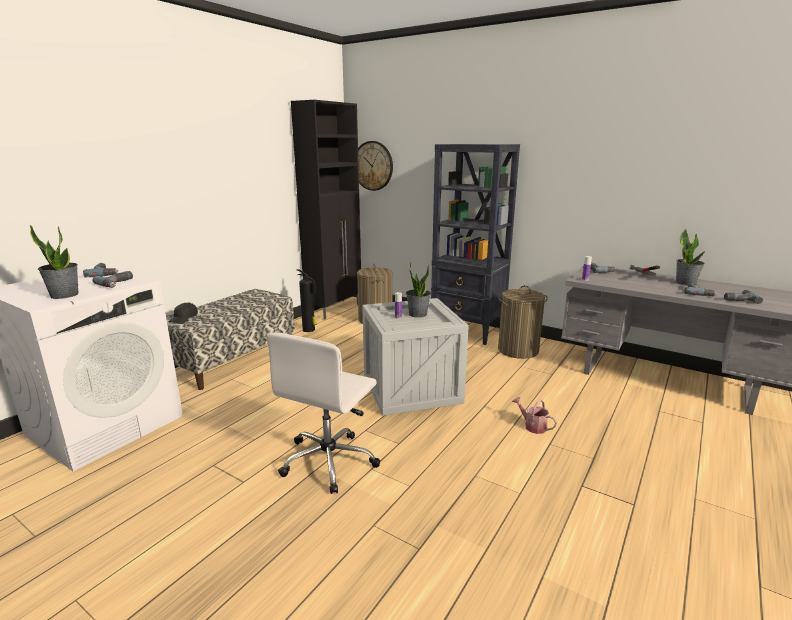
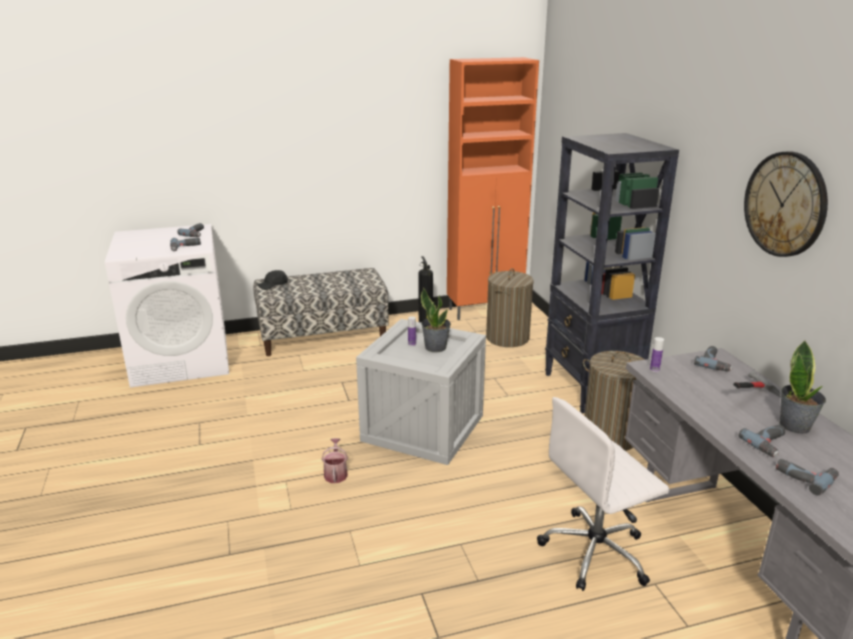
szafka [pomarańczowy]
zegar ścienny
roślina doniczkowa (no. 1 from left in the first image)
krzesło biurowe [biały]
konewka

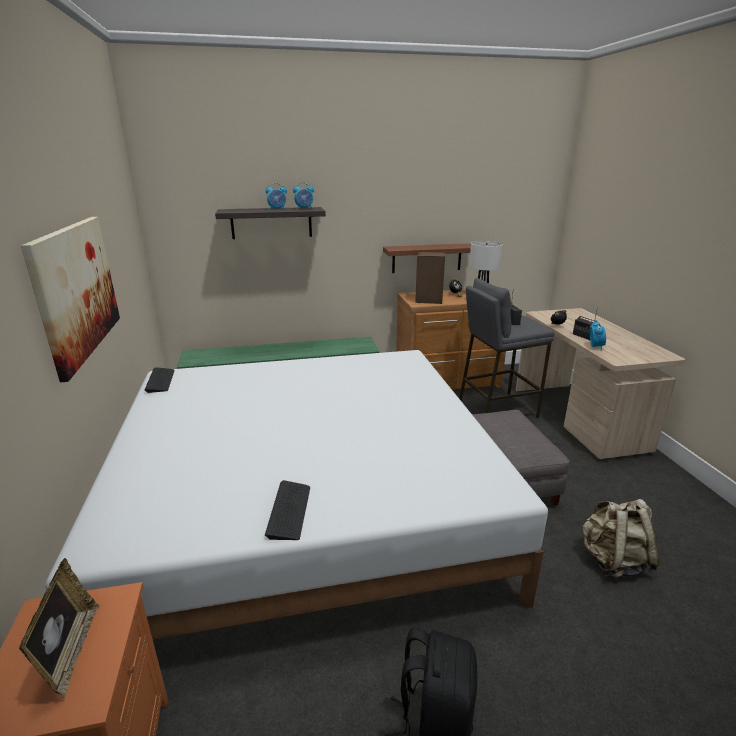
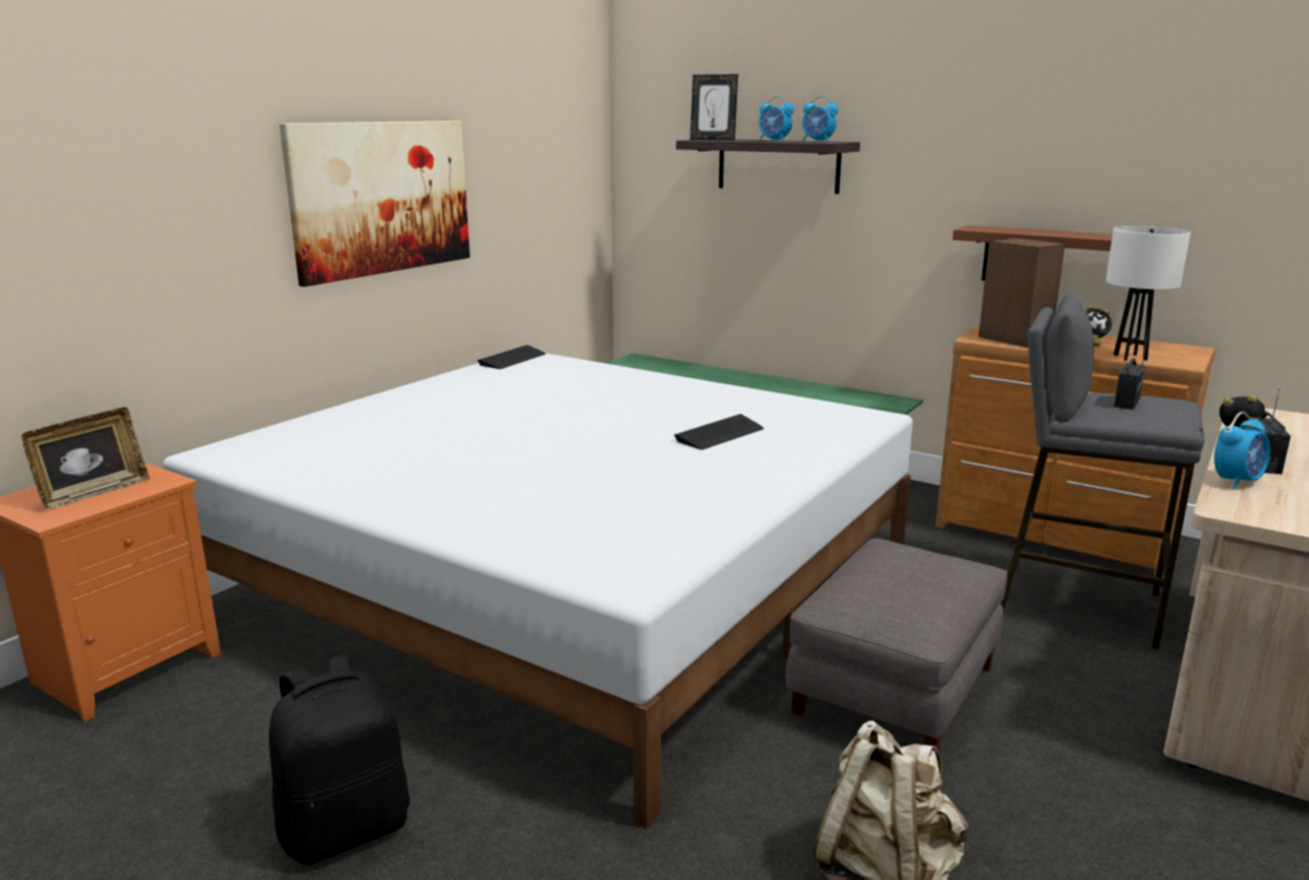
klawiatura (no. 2 from left)
ramka na zdjęcie (no. 2 from left)

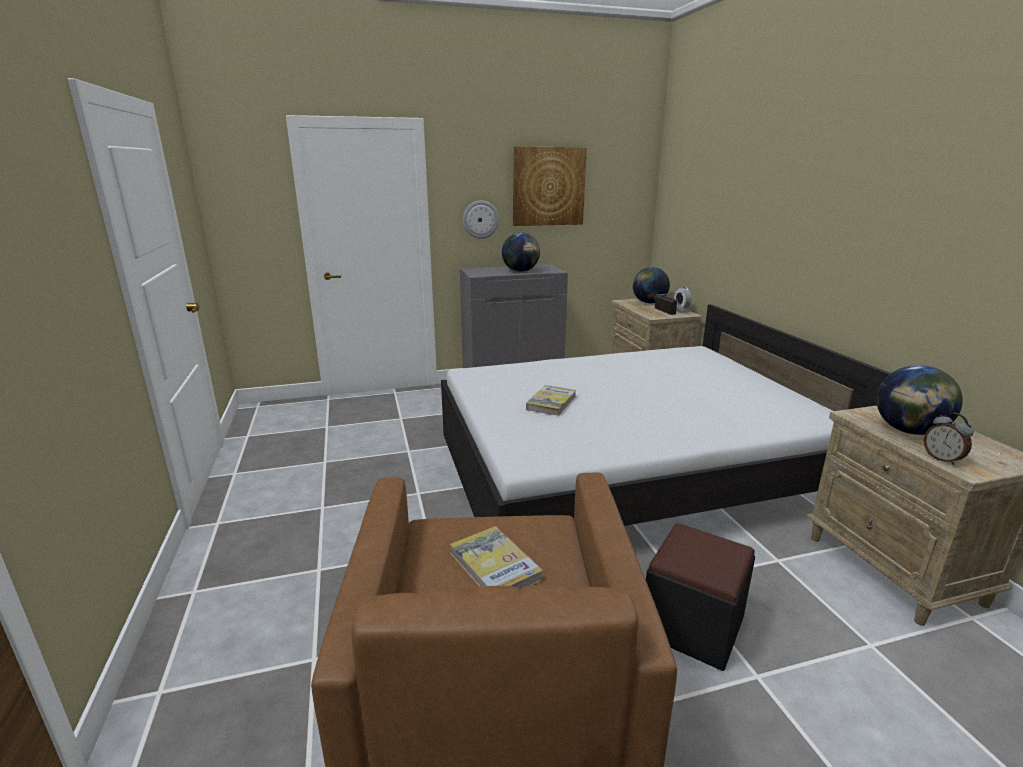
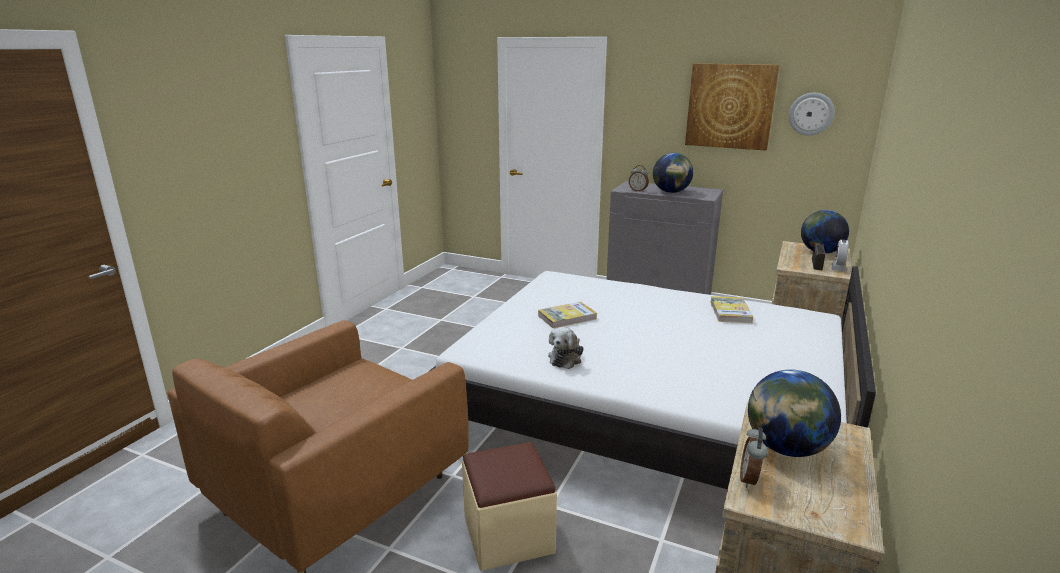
zegar ścienny
pufa [beżowy]
książka (no. 2 from left)
budzik (no. 1 from left)
pluszak

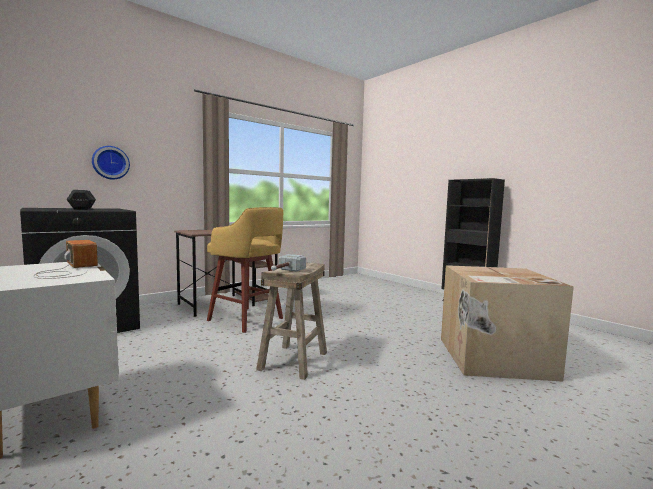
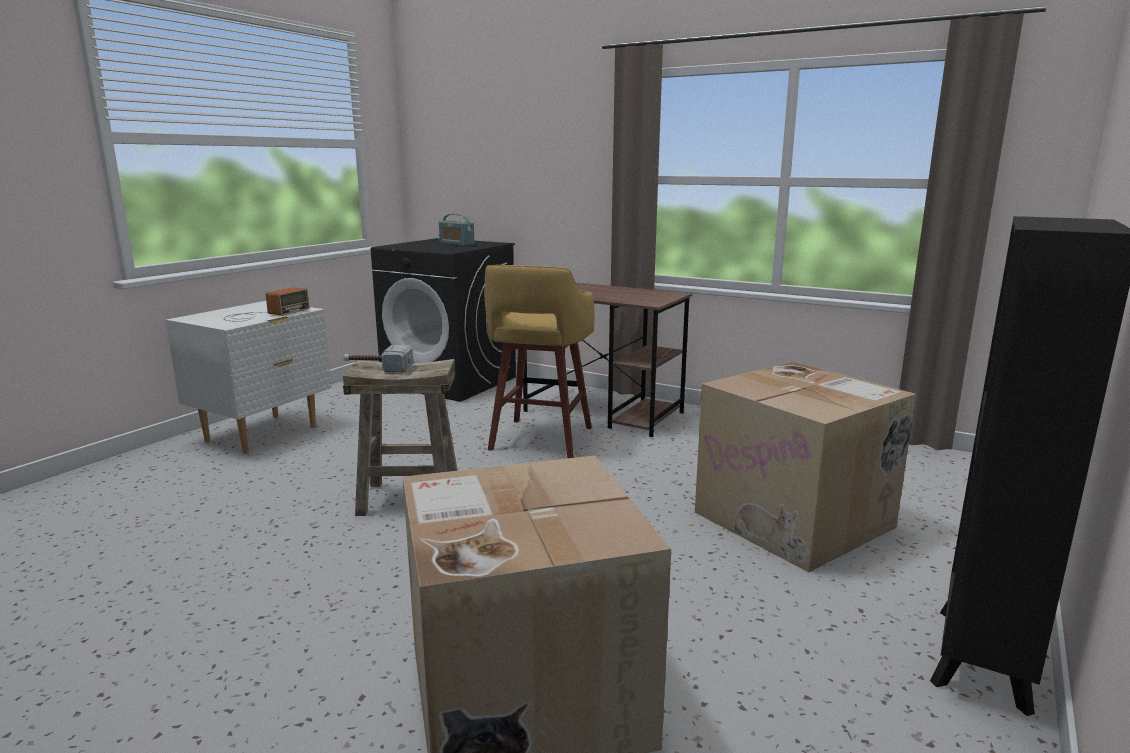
zegar ścienny
radio (no. 2 from left)
karton (no. 2 from left)

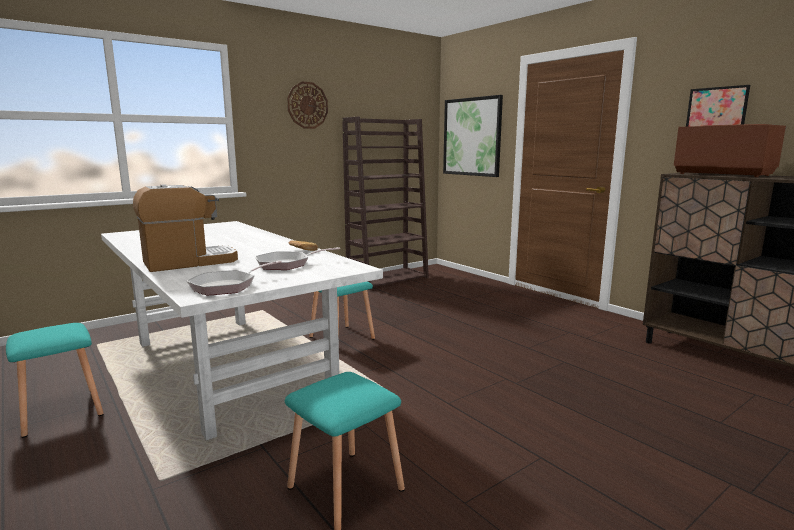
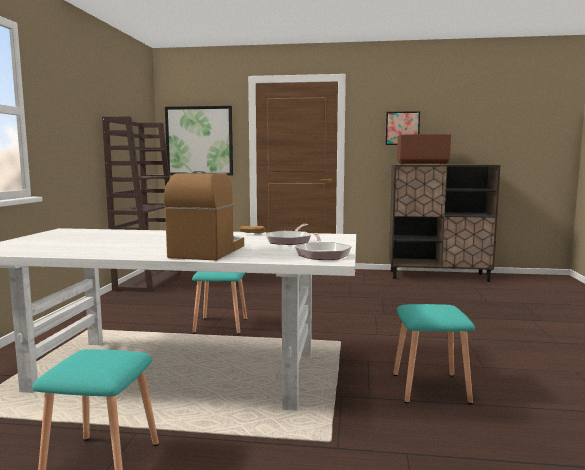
zegar ścienny

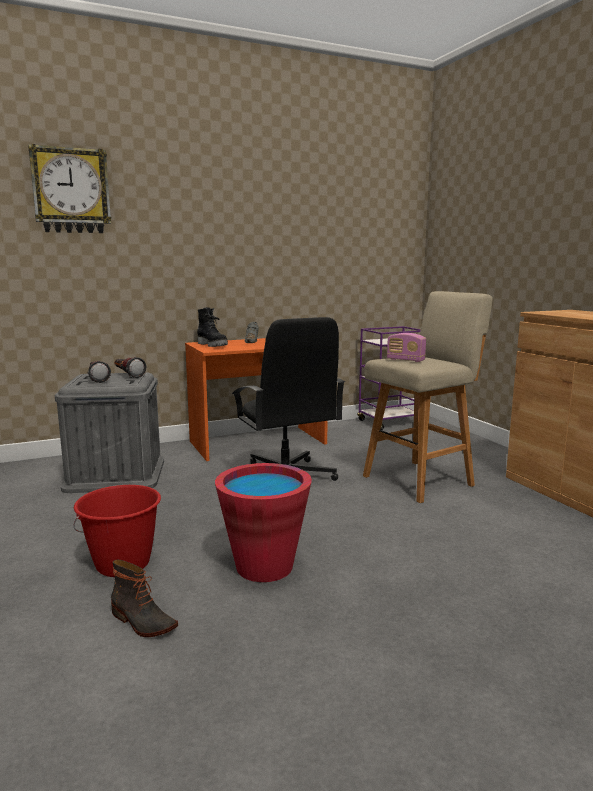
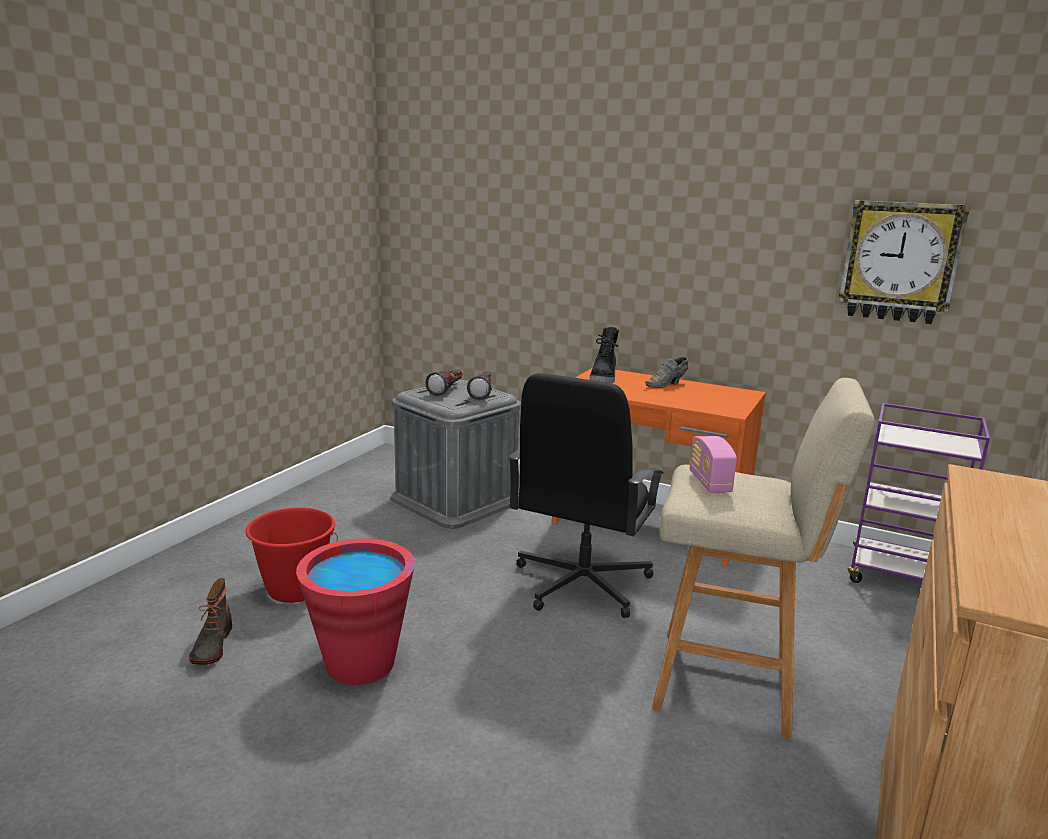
zegar ścienny

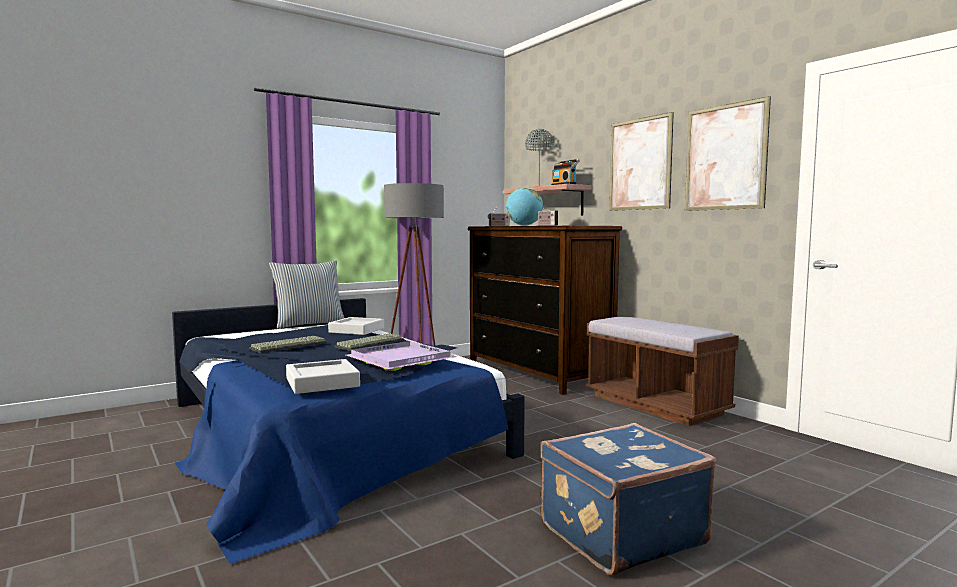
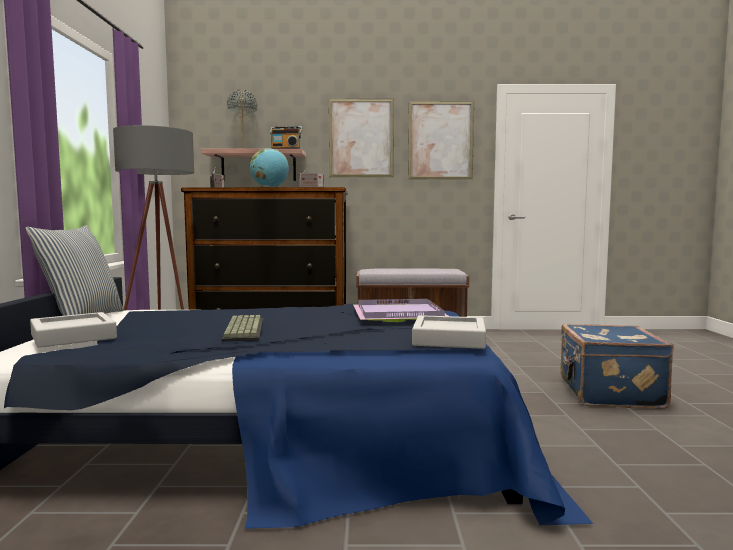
taca [szary] (no. 1 from left)
klawiatura (no. 2 from left in the first image)

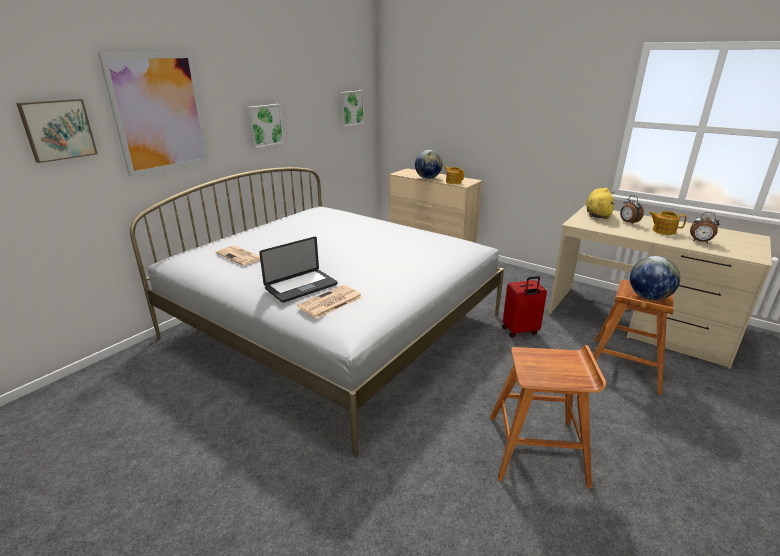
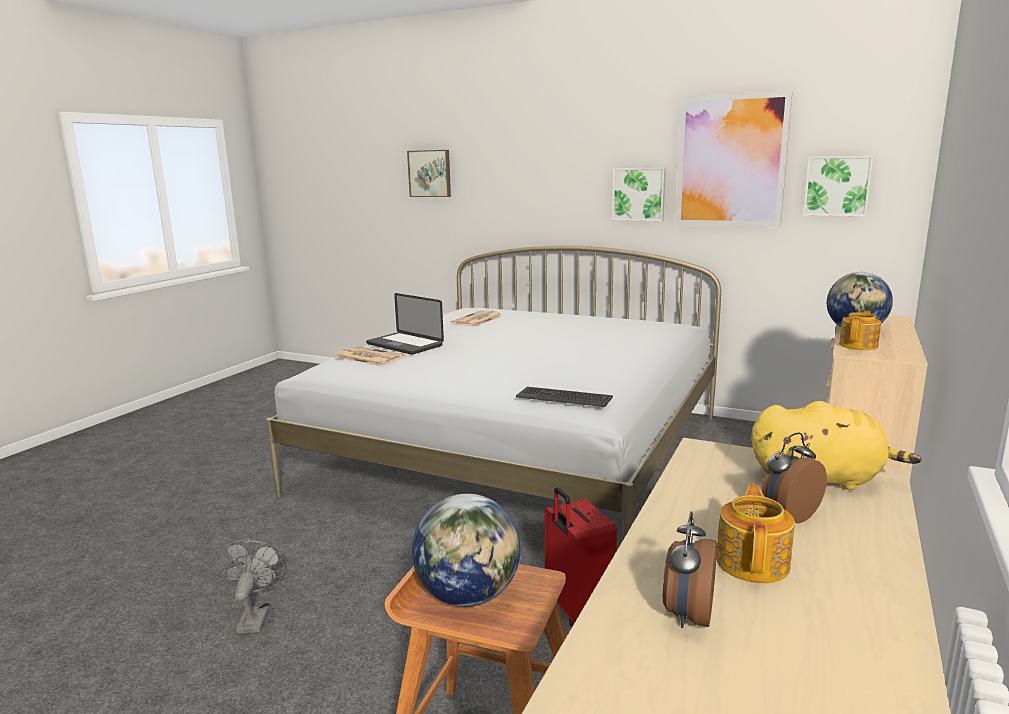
obraz (no. 3 from left)
wentylator [szary]
klawiatura

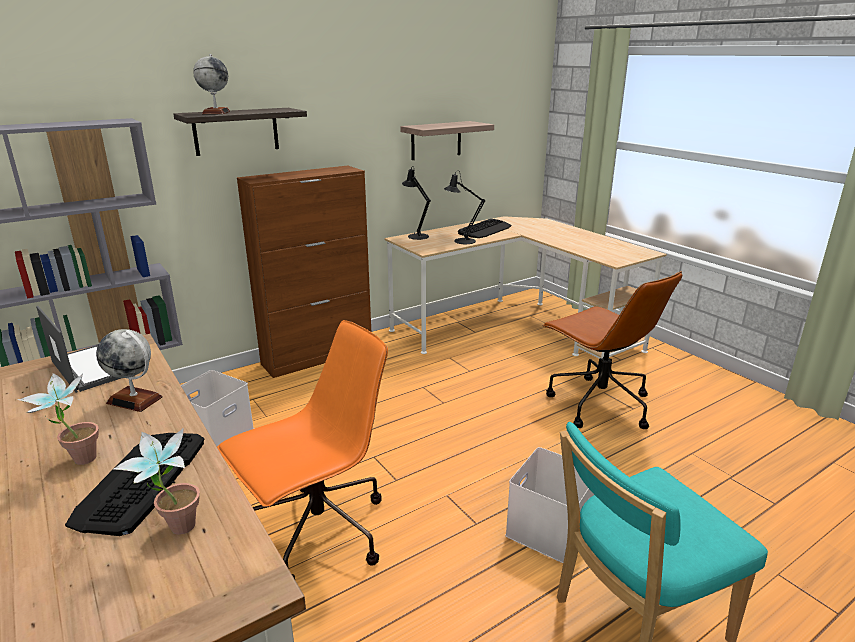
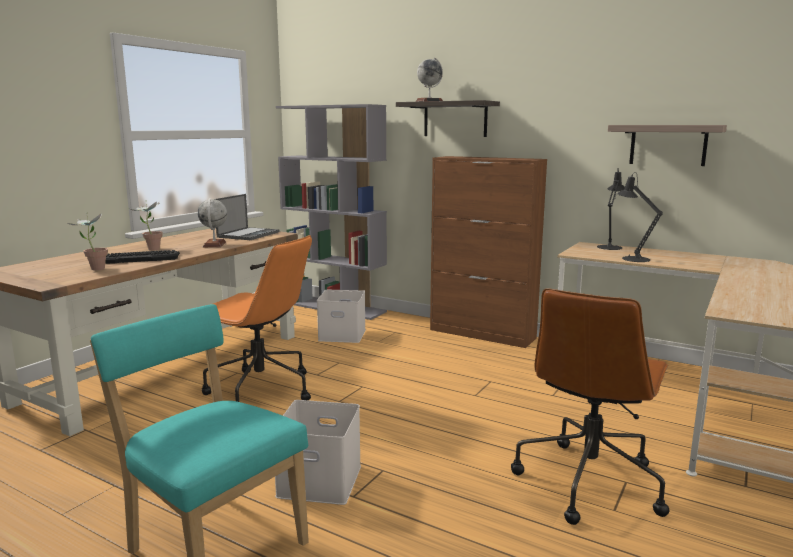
klawiatura (no. 2 from left in the first image)

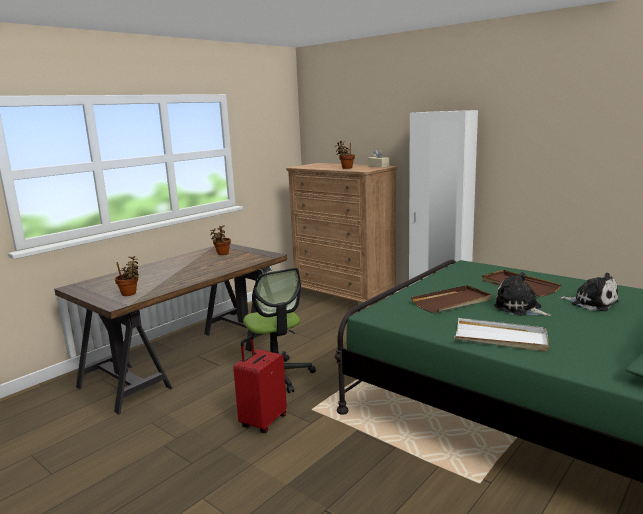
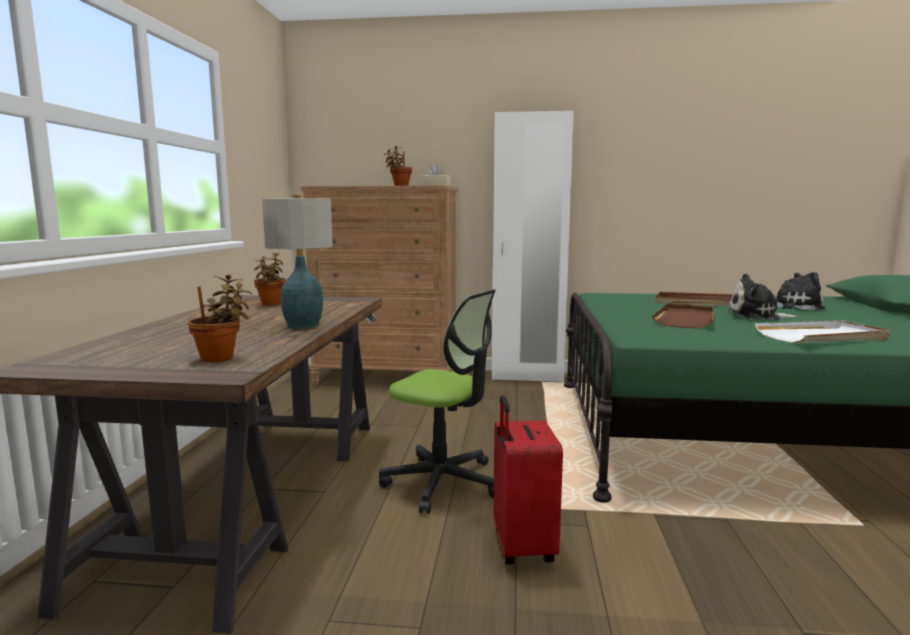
lampa stołowa

